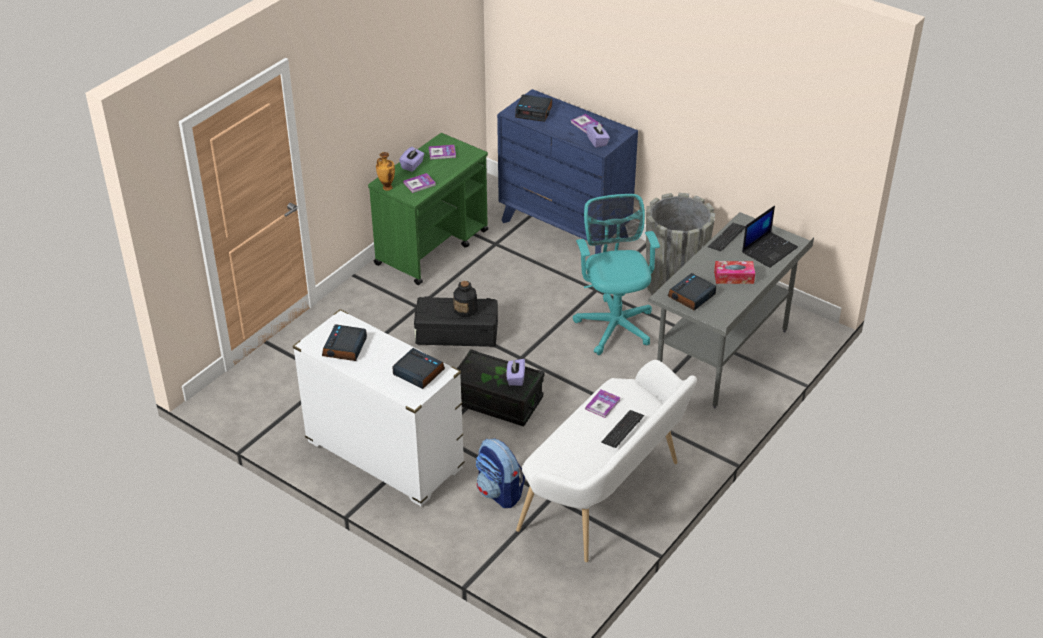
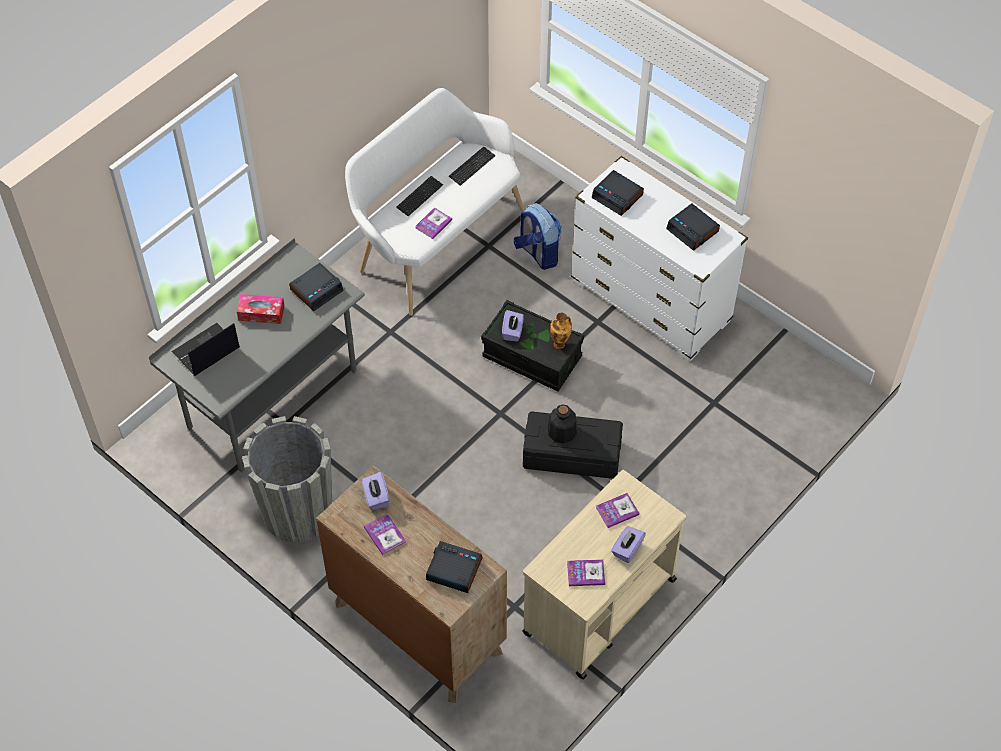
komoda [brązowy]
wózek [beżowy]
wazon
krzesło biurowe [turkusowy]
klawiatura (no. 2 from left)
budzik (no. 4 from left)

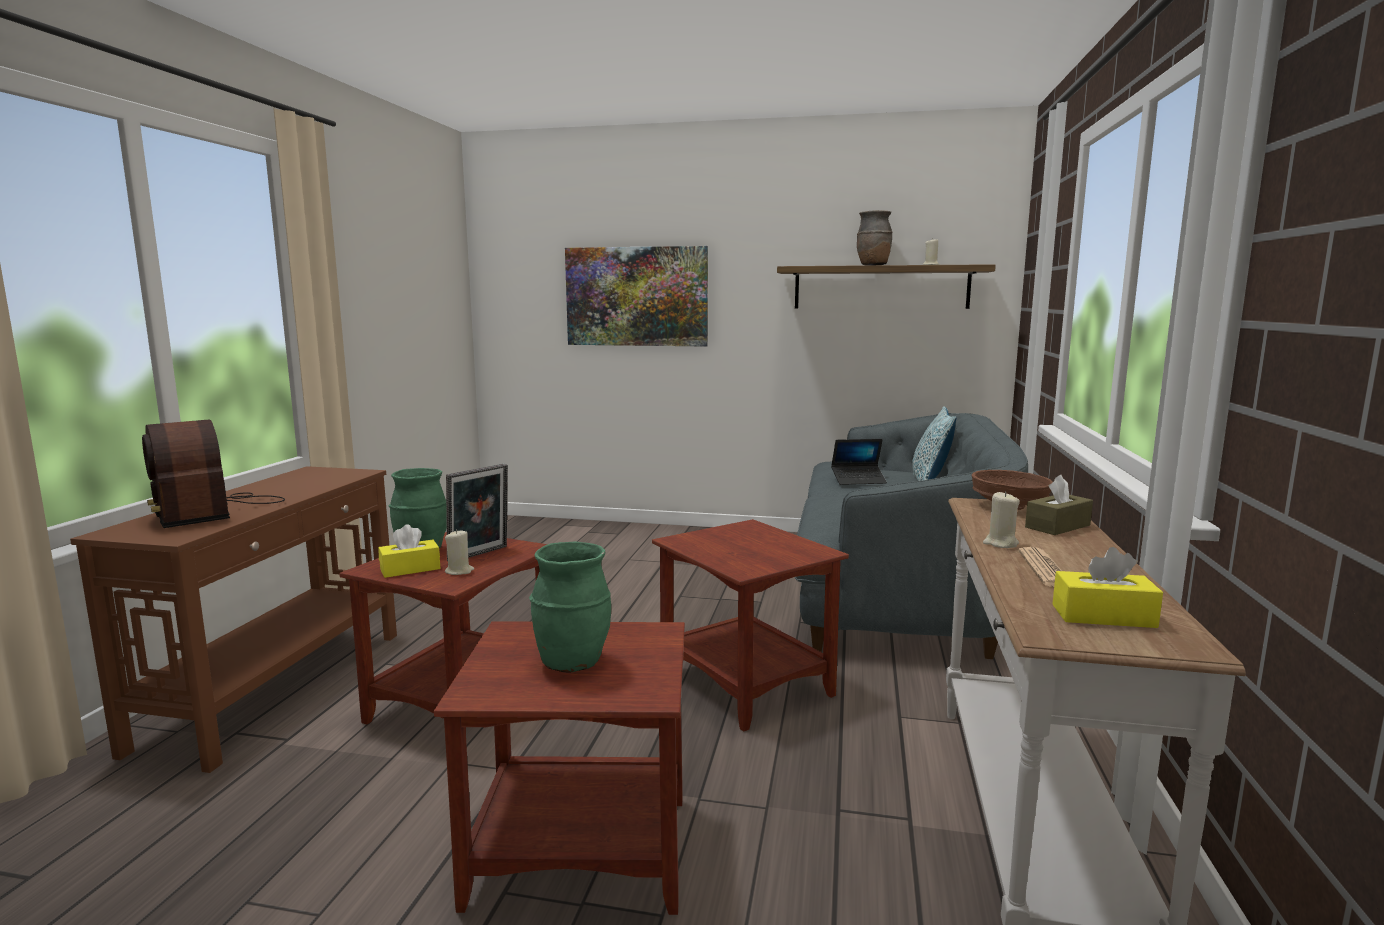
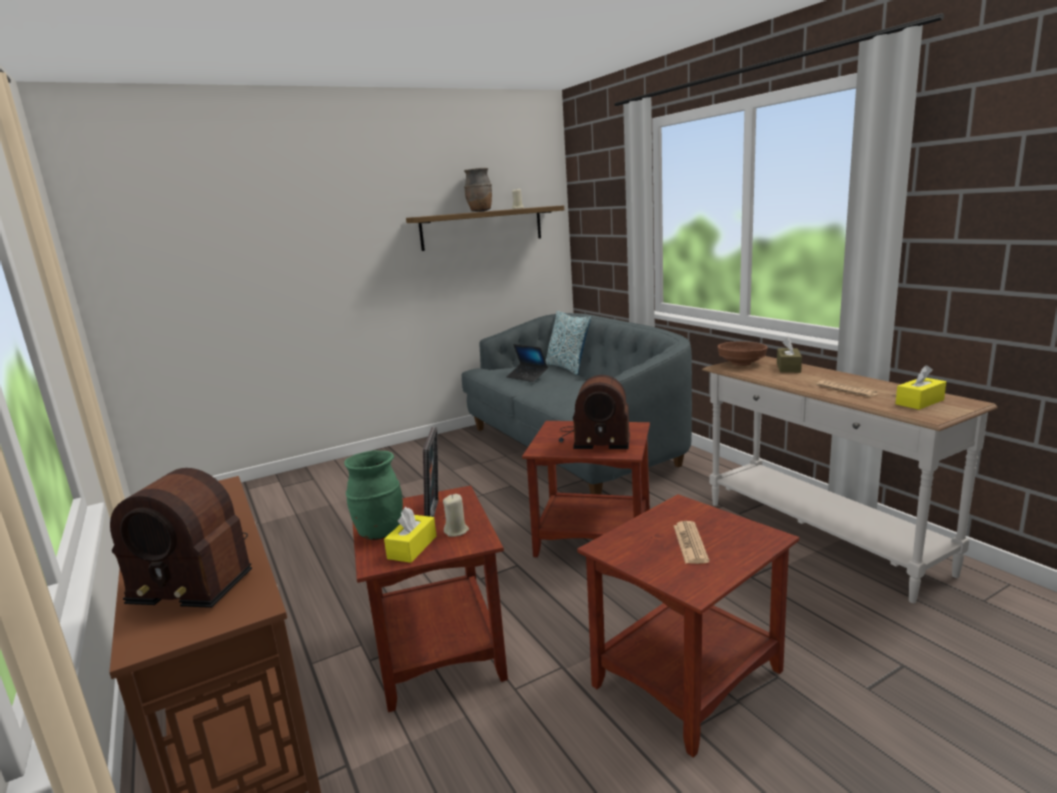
obraz
laptop
świeca [beżowy] (no. 3 from left in the first image)
gazeta (no. 1 from left)
radio (no. 2 from left)

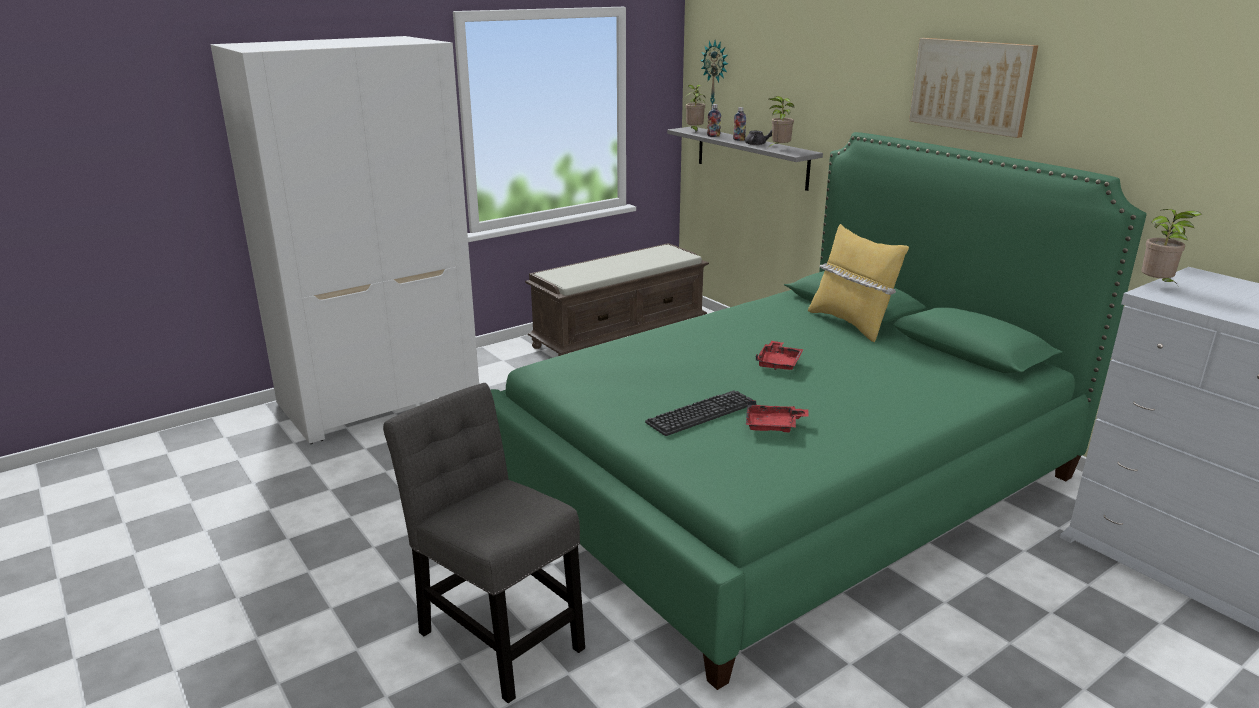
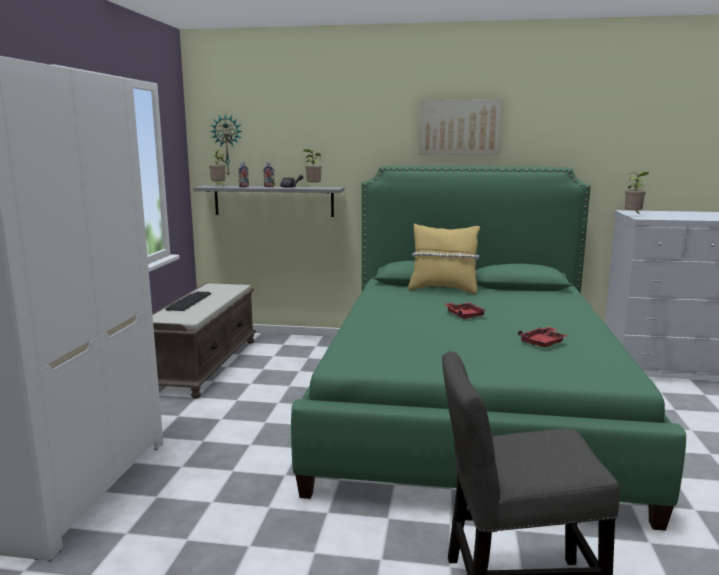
klawiatura

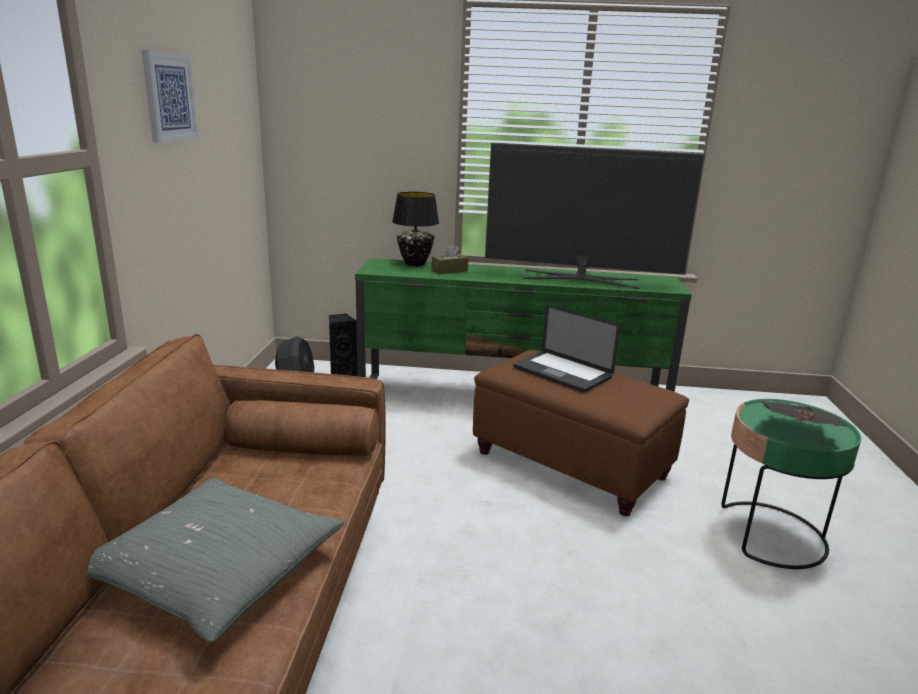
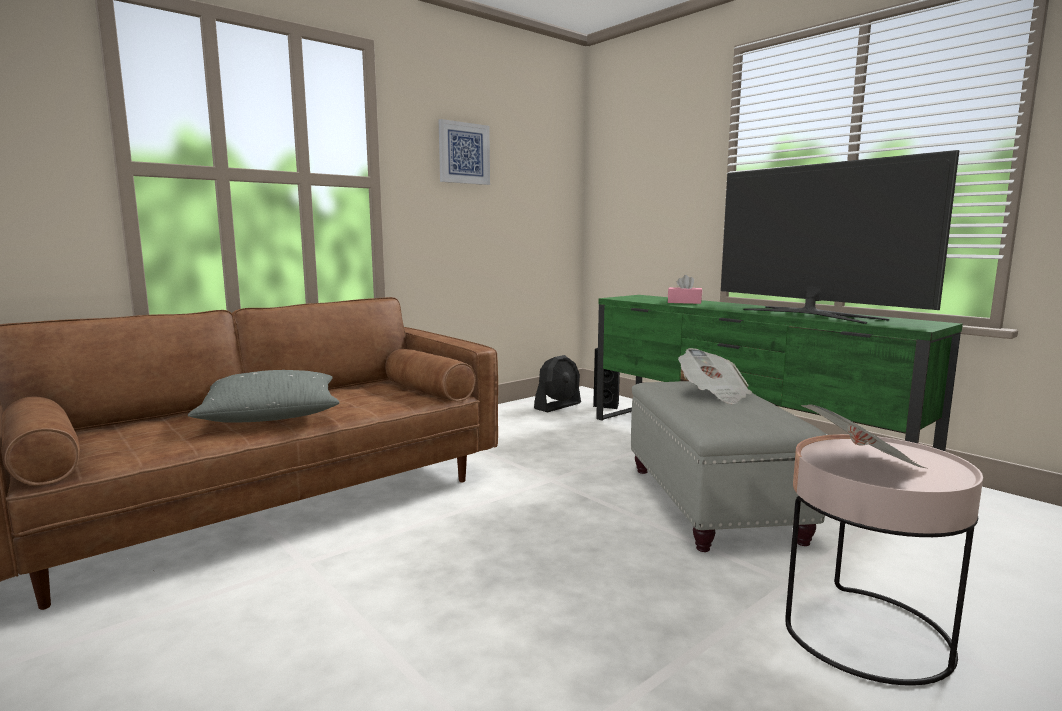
lampa stołowa [czarny]
pudełko chusteczek [różowy]
gazeta (no. 1 from left)
pufa [szary]
stolik [różowy]

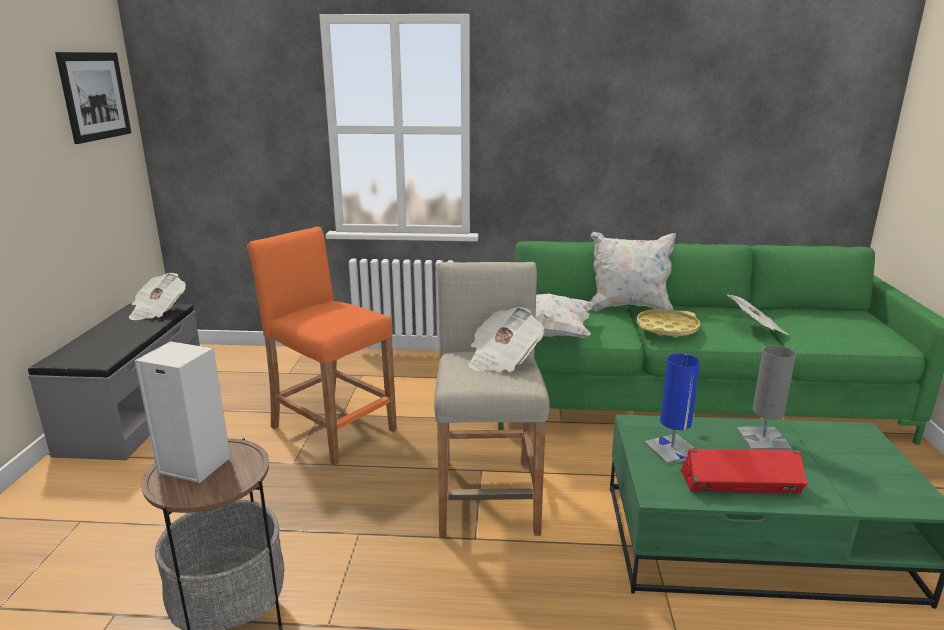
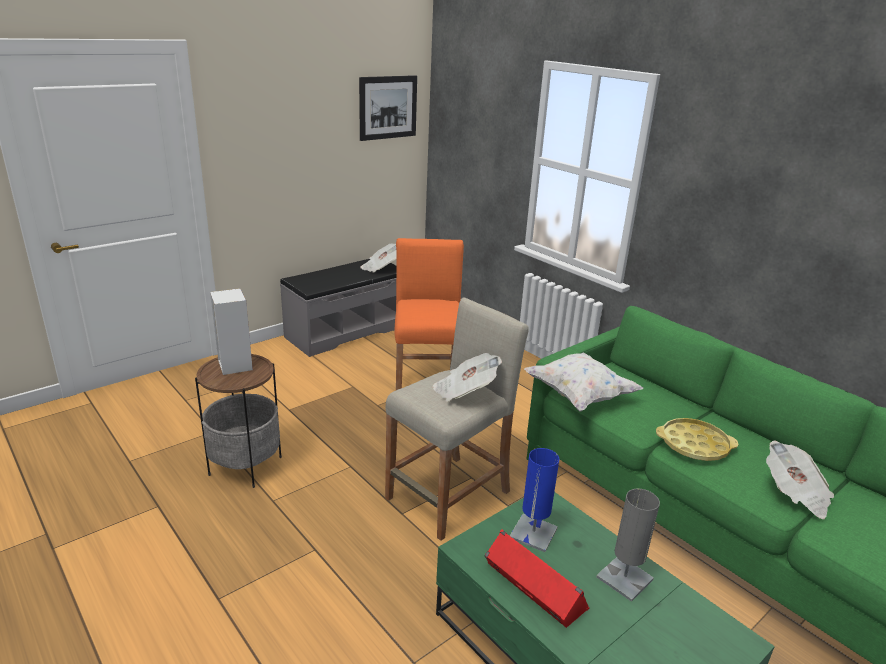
poduszka [biały] (no. 2 from left in the first image)

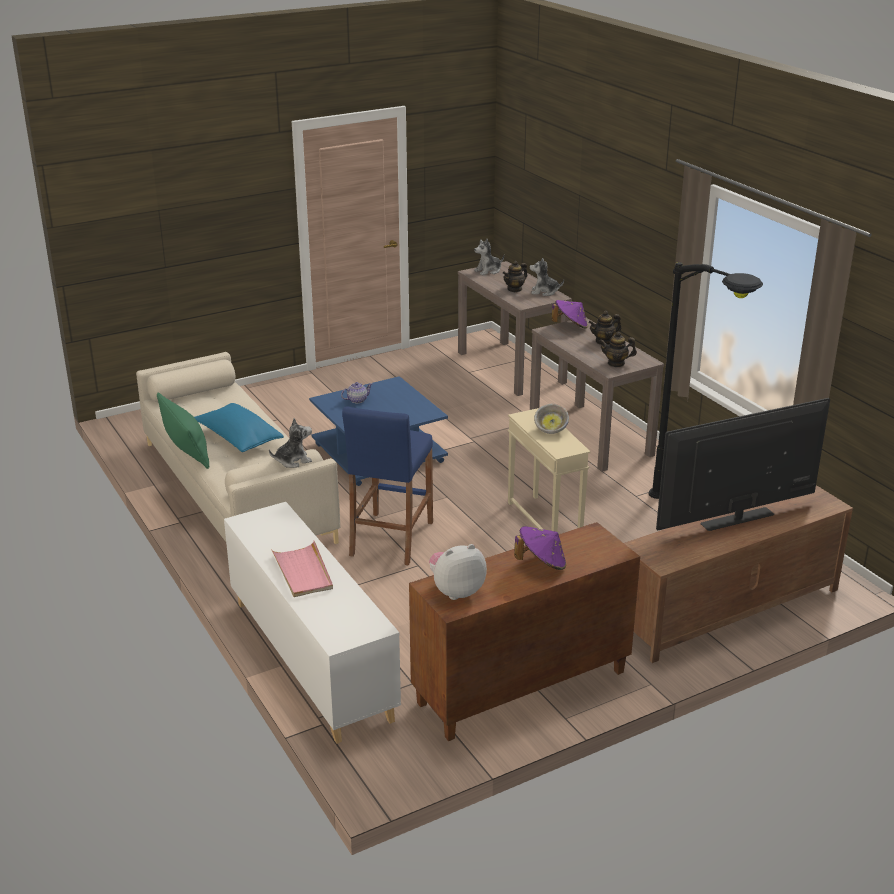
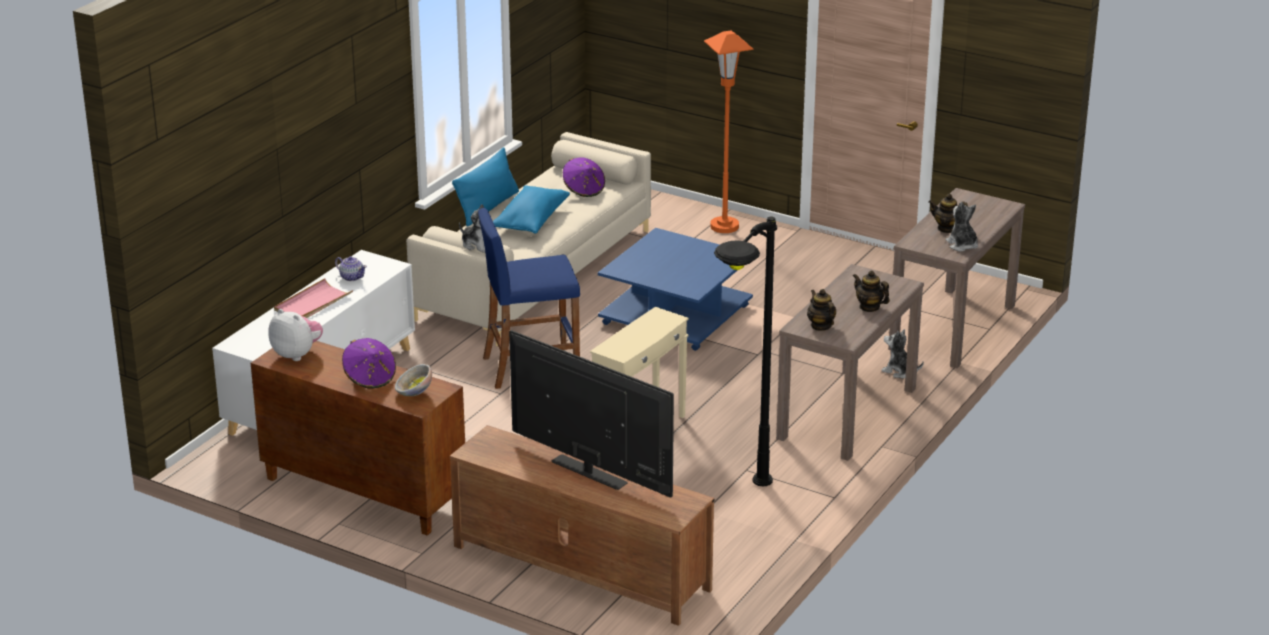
pluszak (no. 3 from left)
kapelusz [fioletowy] (no. 2 from left)
imbryk (no. 1 from left)
poduszka [niebieski] (no. 1 from left)
miska
lampa stojąca [pomarańczowy]

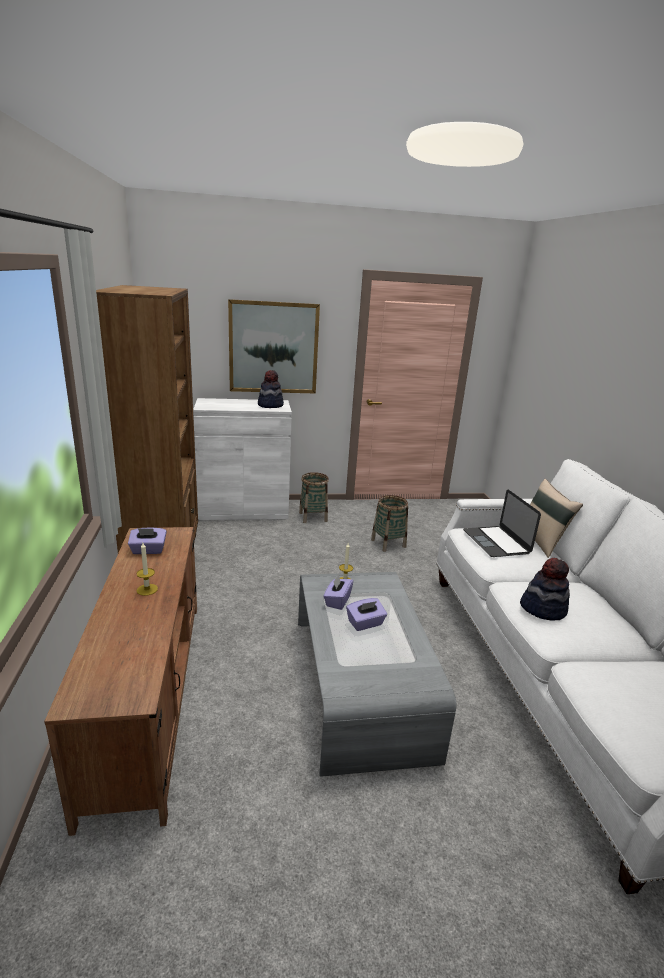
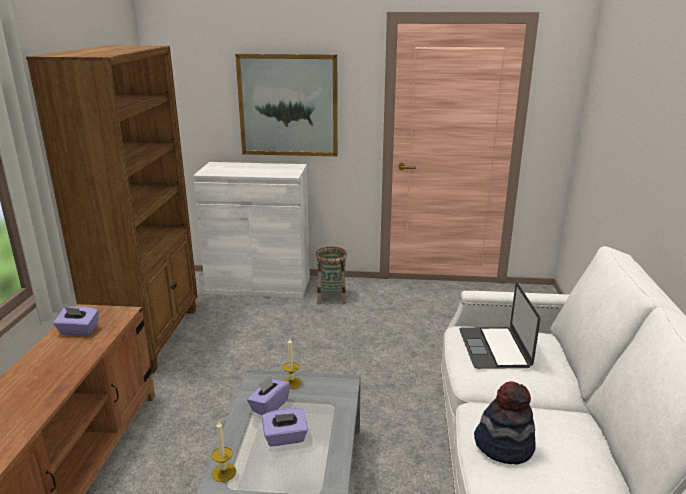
kapelusz (no. 1 from left in the first image)
poduszka [beżowy]
koszyk (no. 2 from left in the first image)
świeca (no. 1 from left)

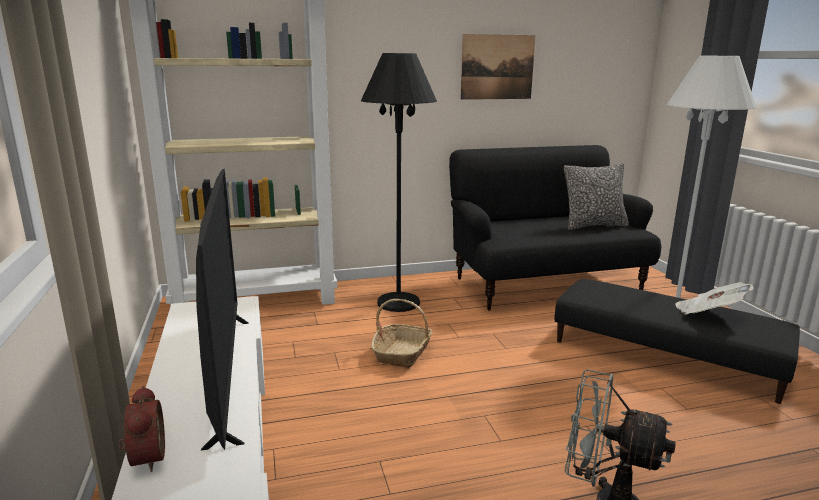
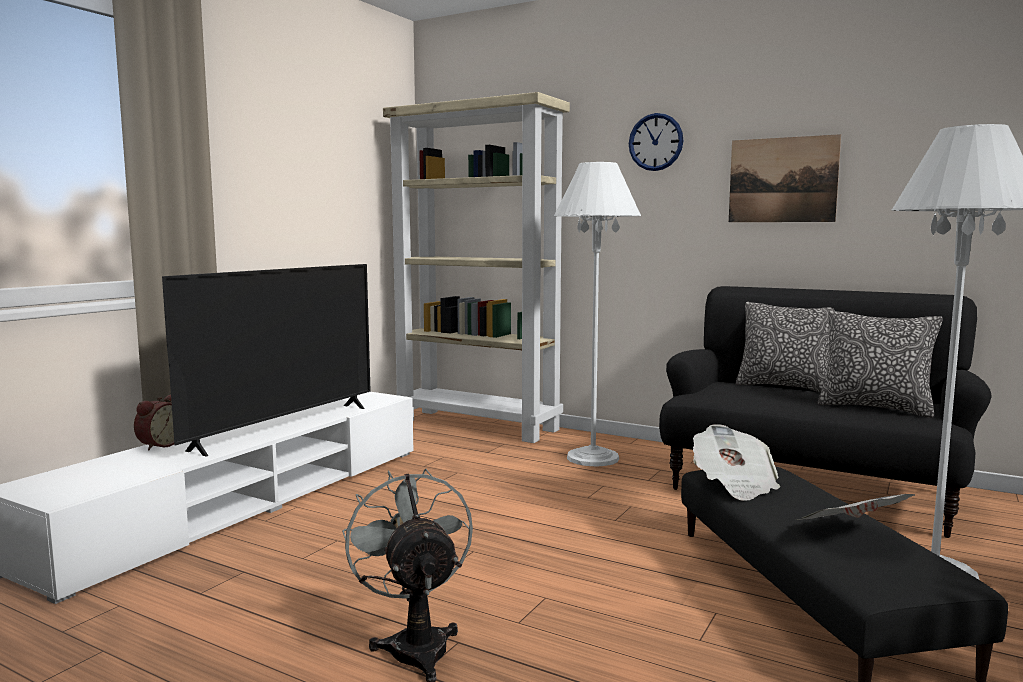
lampa stojąca [biały] (no. 1 from left)
koszyk
zegar ścienny
poduszka (no. 1 from left)
gazeta (no. 1 from left)

